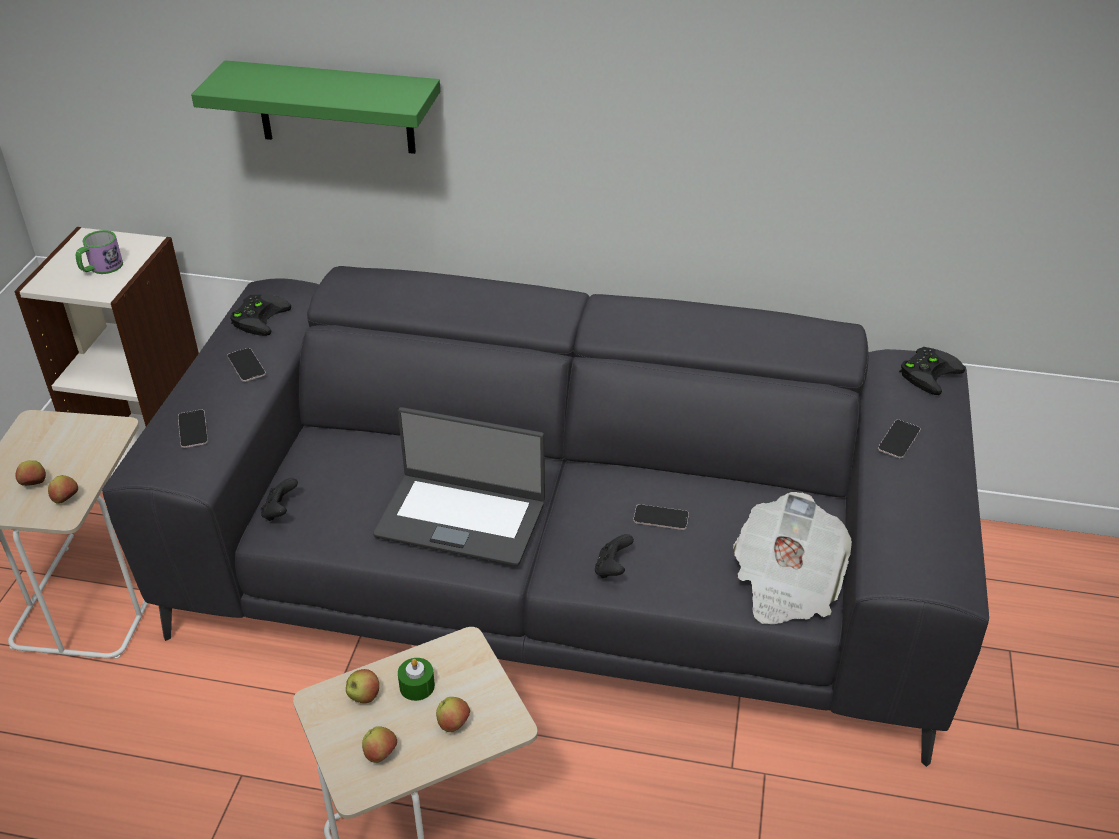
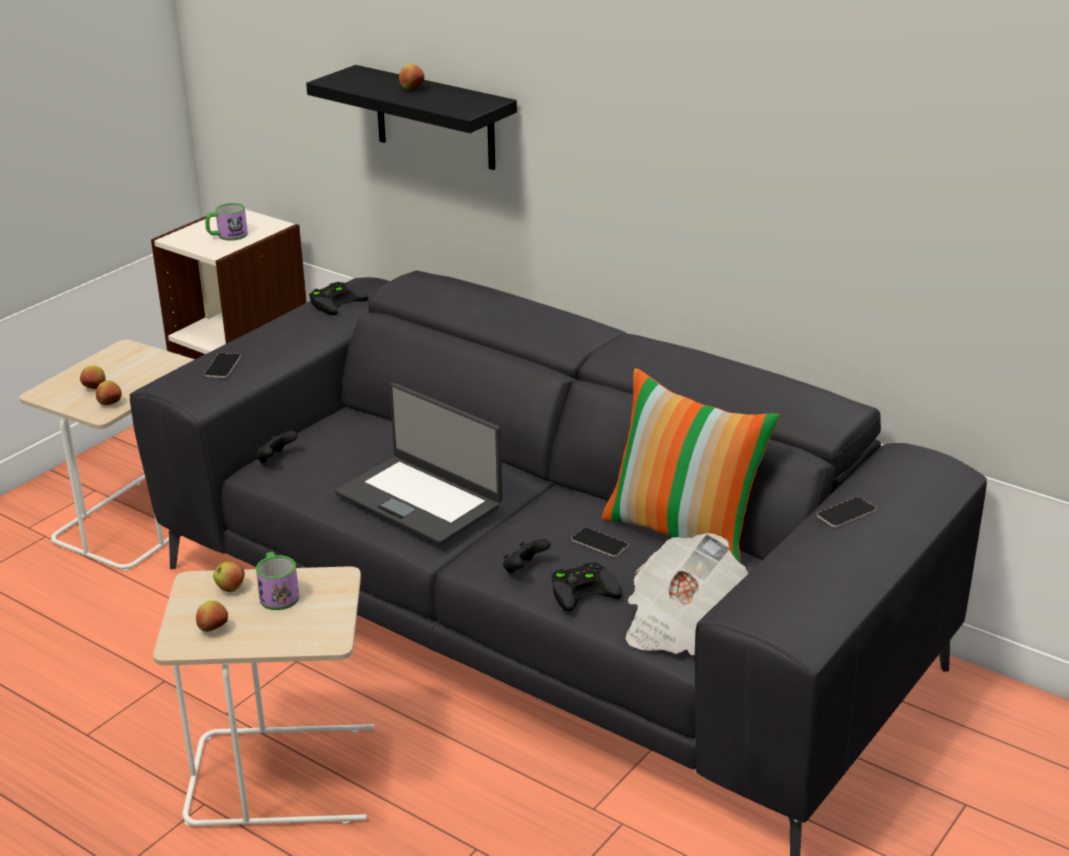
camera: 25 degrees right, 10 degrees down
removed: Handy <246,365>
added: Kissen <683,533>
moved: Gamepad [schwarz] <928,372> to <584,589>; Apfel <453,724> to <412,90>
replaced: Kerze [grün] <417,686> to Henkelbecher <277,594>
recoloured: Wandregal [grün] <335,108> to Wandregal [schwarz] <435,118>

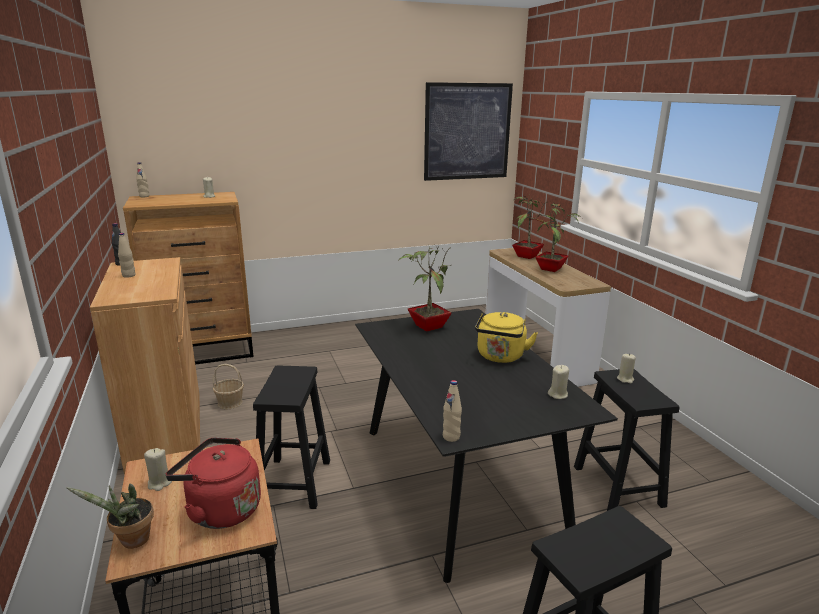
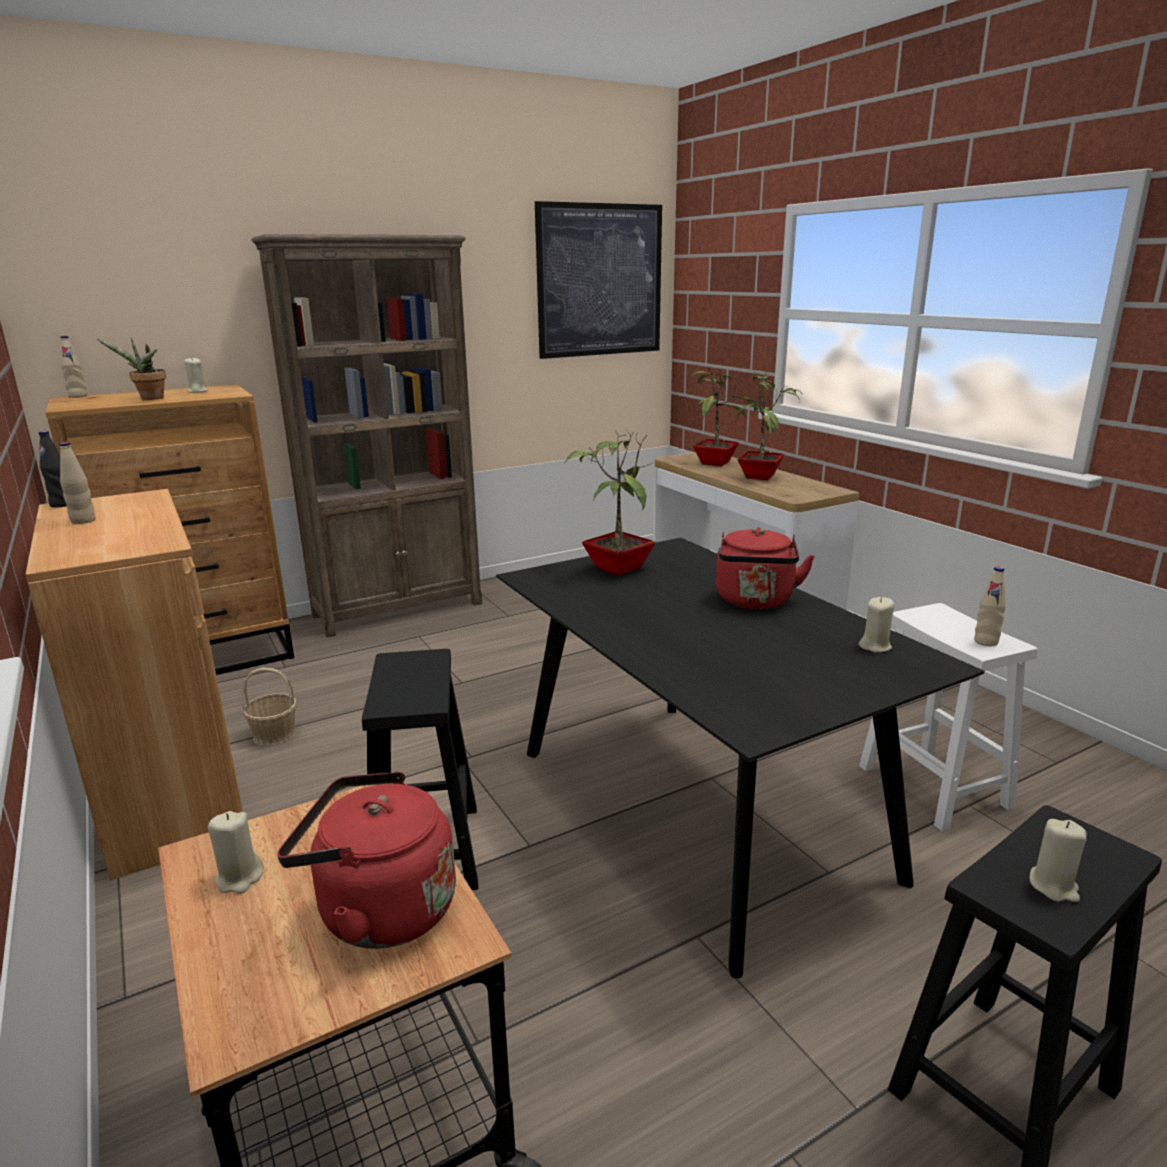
camera: 10 degrees left, 0 degrees up
added: Bücherregal [braun] <399,609>
moved: Kerze [beige] <625,379> to <1053,886>; Flasche [beige] <451,437> to <985,642>; Topfpflanze <131,541> to <149,399>
recoloured: Wasserkessel [gelb] <500,357> to Wasserkessel [rot] <755,601>; Hocker [schwarz] <619,487> to Hocker [weiß] <936,787>

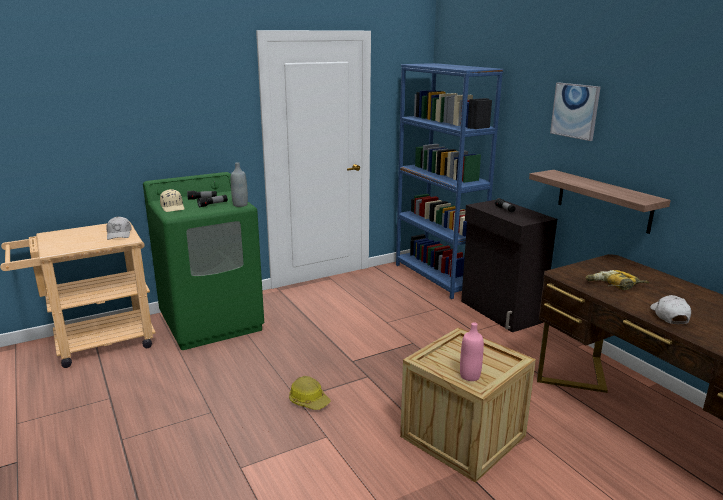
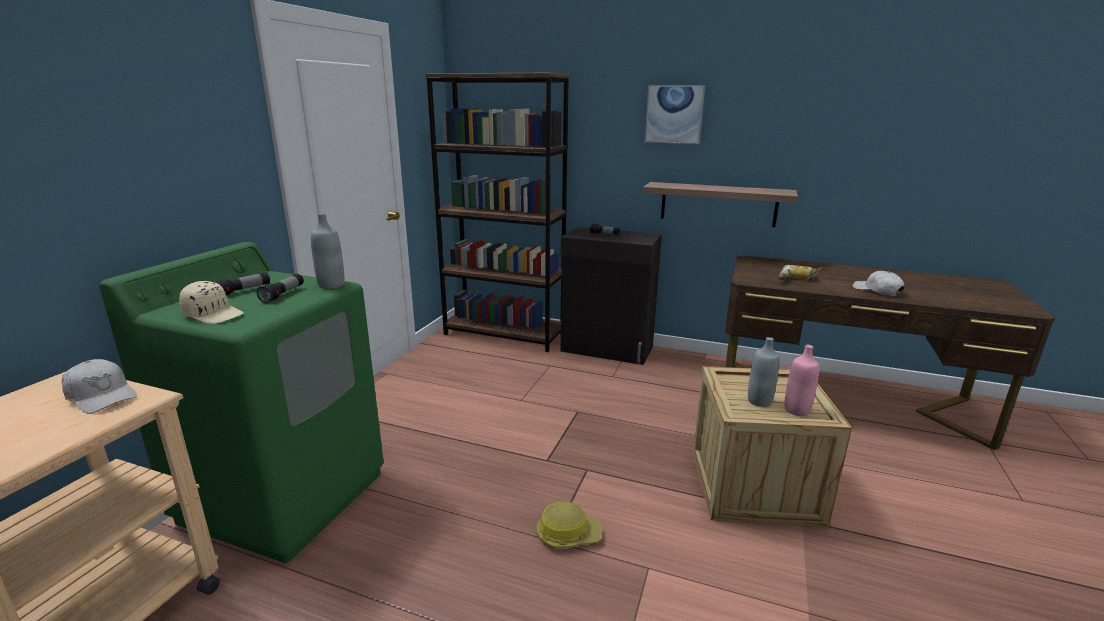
camera: 40 degrees left, 0 degrees up
added: Flasche [grau] <759,401>
recoloured: Bücherregal [blau] <437,277> to Bücherregal [braun] <504,334>

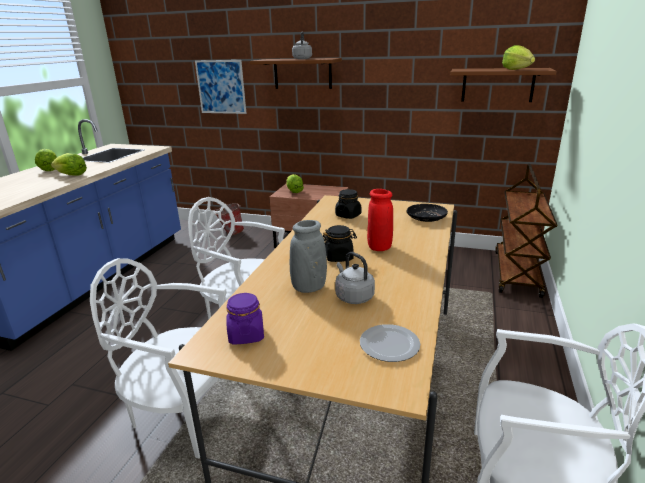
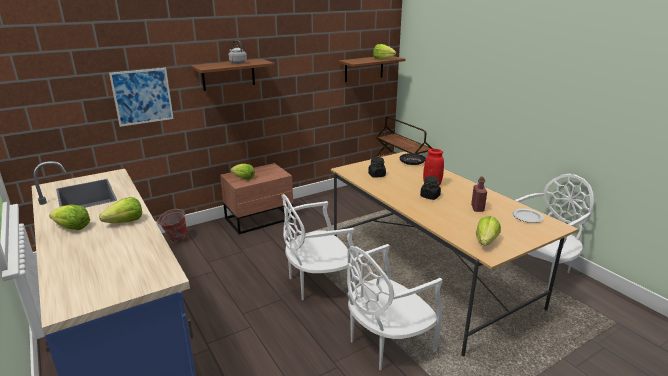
camera: 50 degrees left, 0 degrees up
removed: Vase [grau] <309,287>
replaced: Wasserkessel [grau] <353,296> to Flasche [rot] <477,208>; Vorratsglas [lila] <246,335> to Salatkopf <486,242>

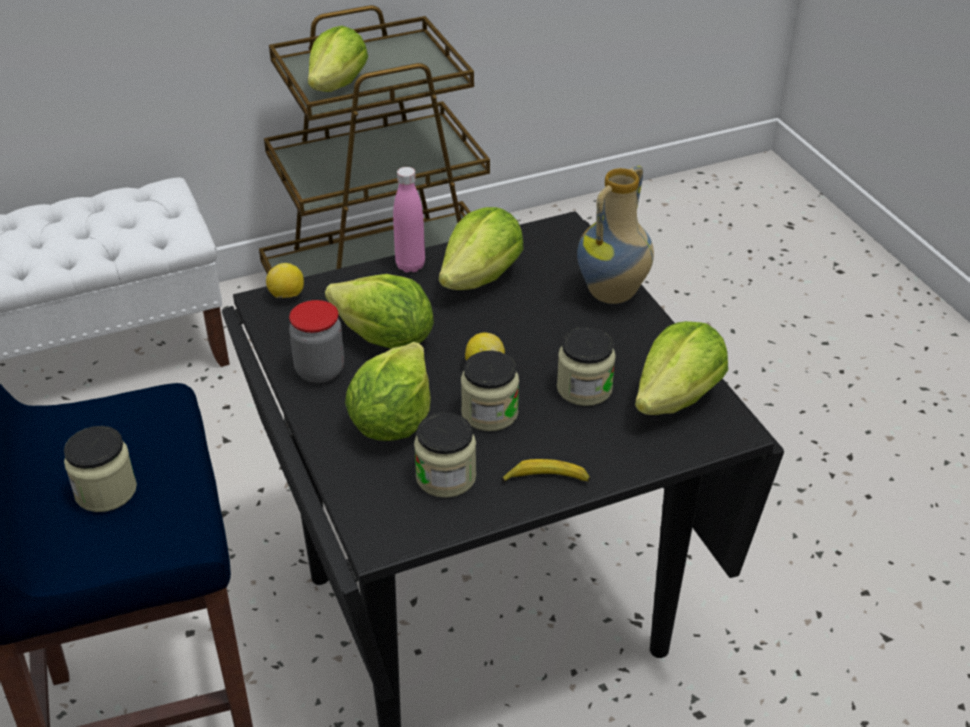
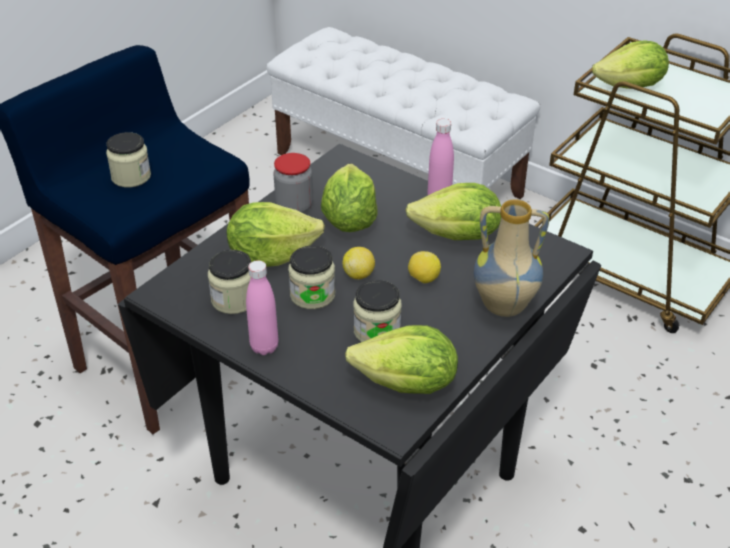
camera: 60 degrees right, 0 degrees up
moved: Zitrone <286,296> to <423,279>
replaced: Banane <546,479> to Flasche [rosa] <264,347>

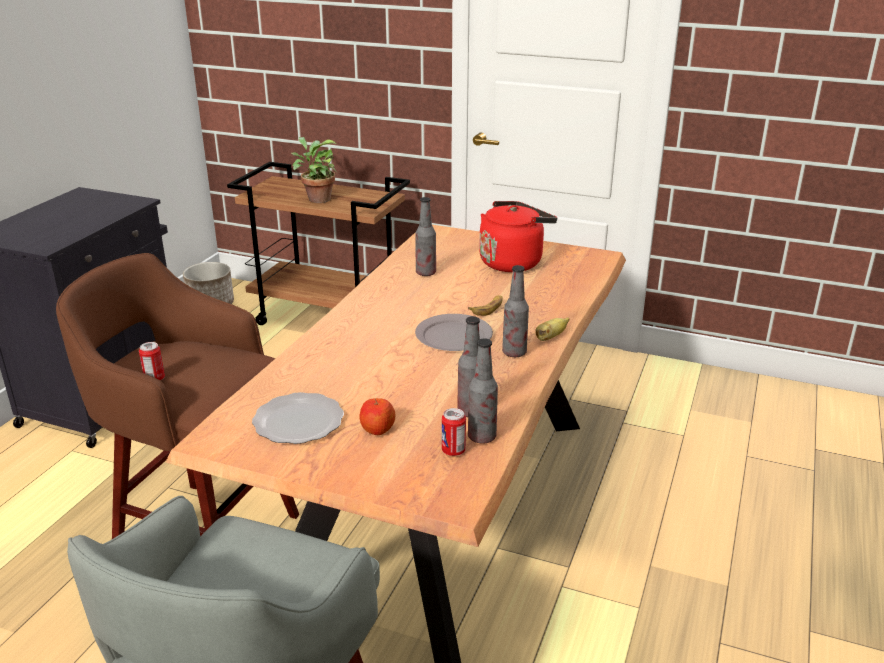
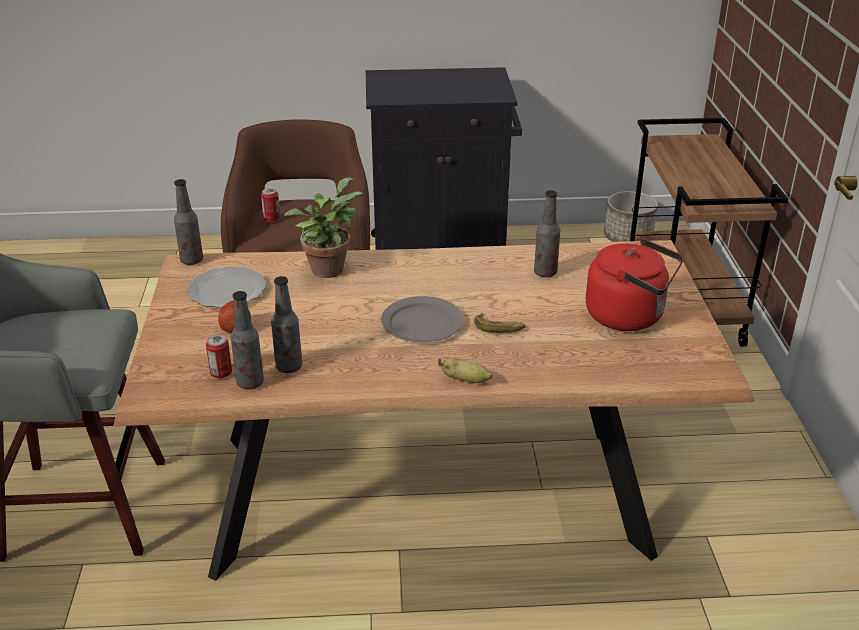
camera: 65 degrees right, 5 degrees up
moved: Topfpflanze <317,199> to <328,267>; Flasche <514,353> to <192,260>

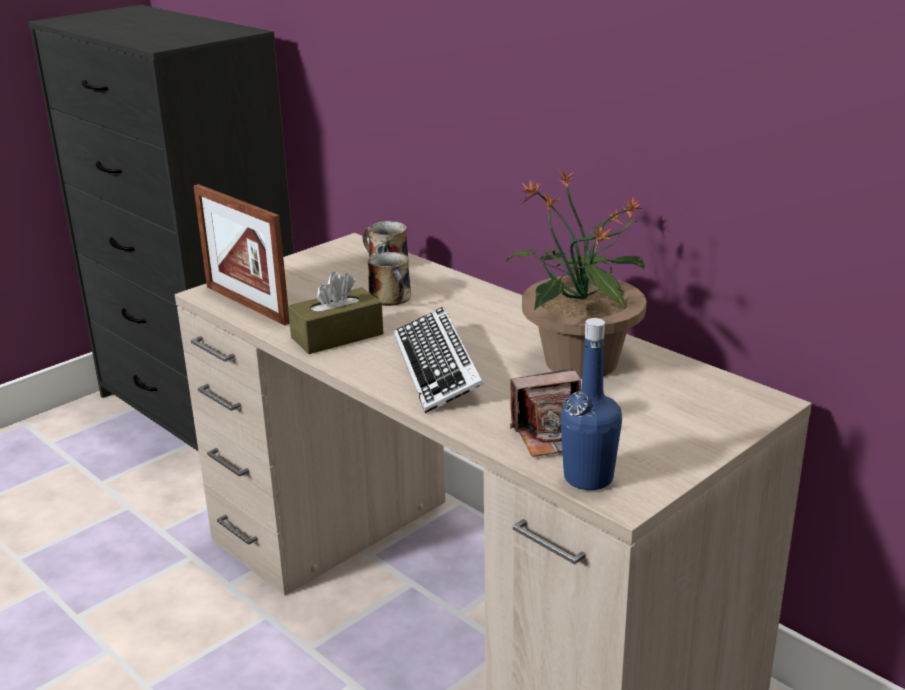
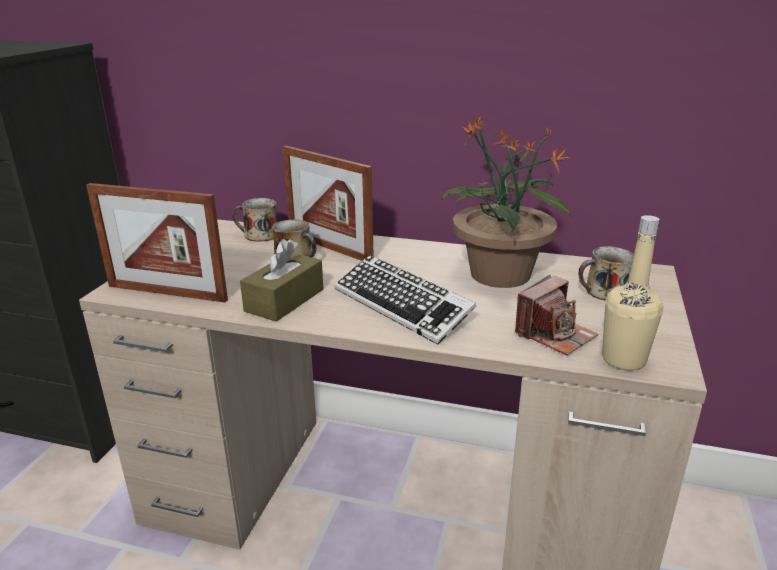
camera: 30 degrees left, 0 degrees up
added: Bilderrahmen <329,247>; Henkelbecher <604,292>
recoloured: Flasche [blau] <588,478> to Flasche [beige] <623,359>

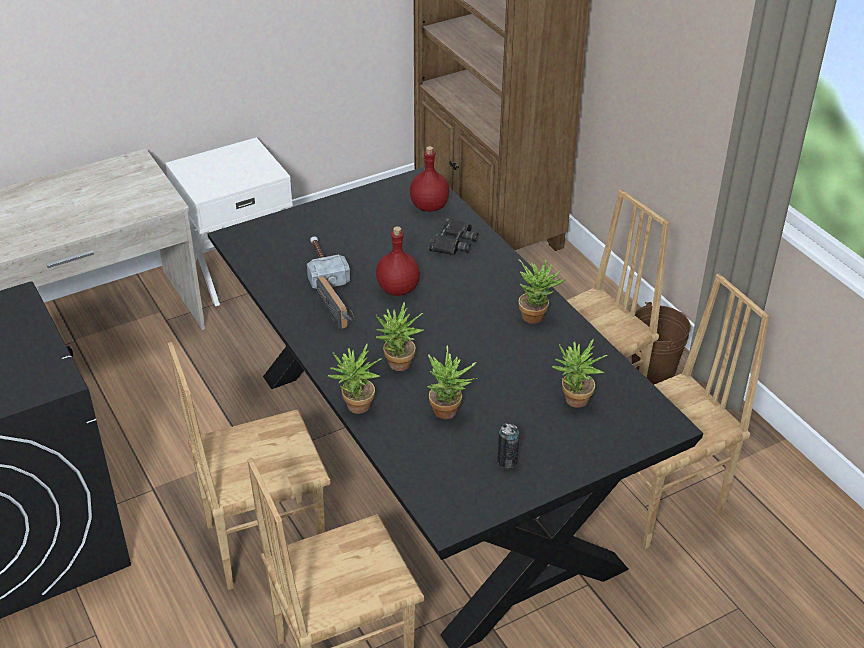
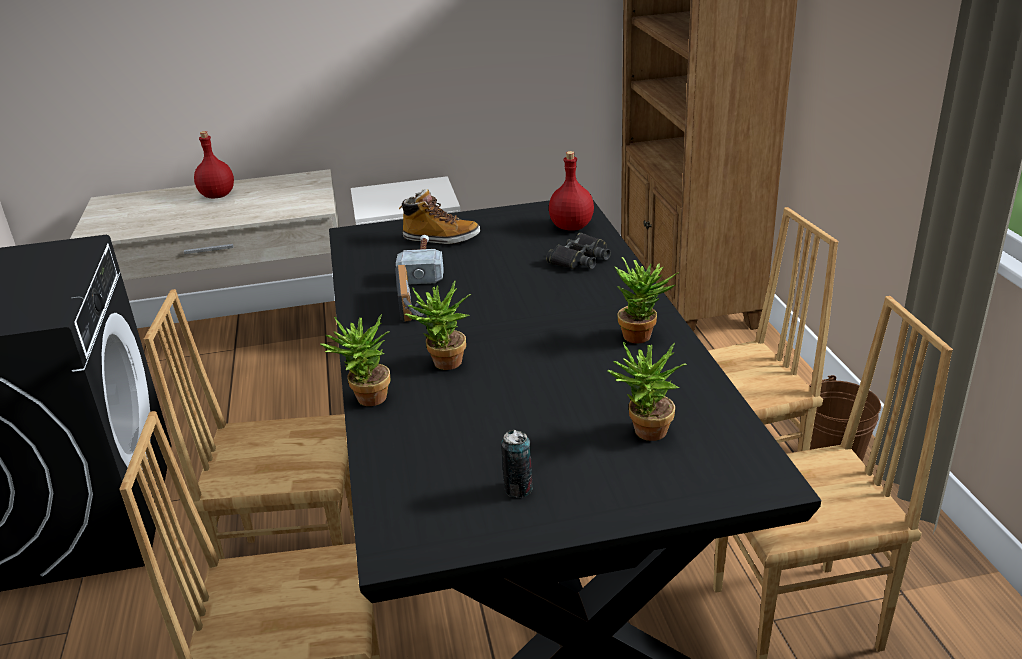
camera: 20 degrees right, 10 degrees down
removed: Topfpflanze <450,413>
added: Stiefel <441,239>
moved: Flasche [rot] <398,290> to <217,196>

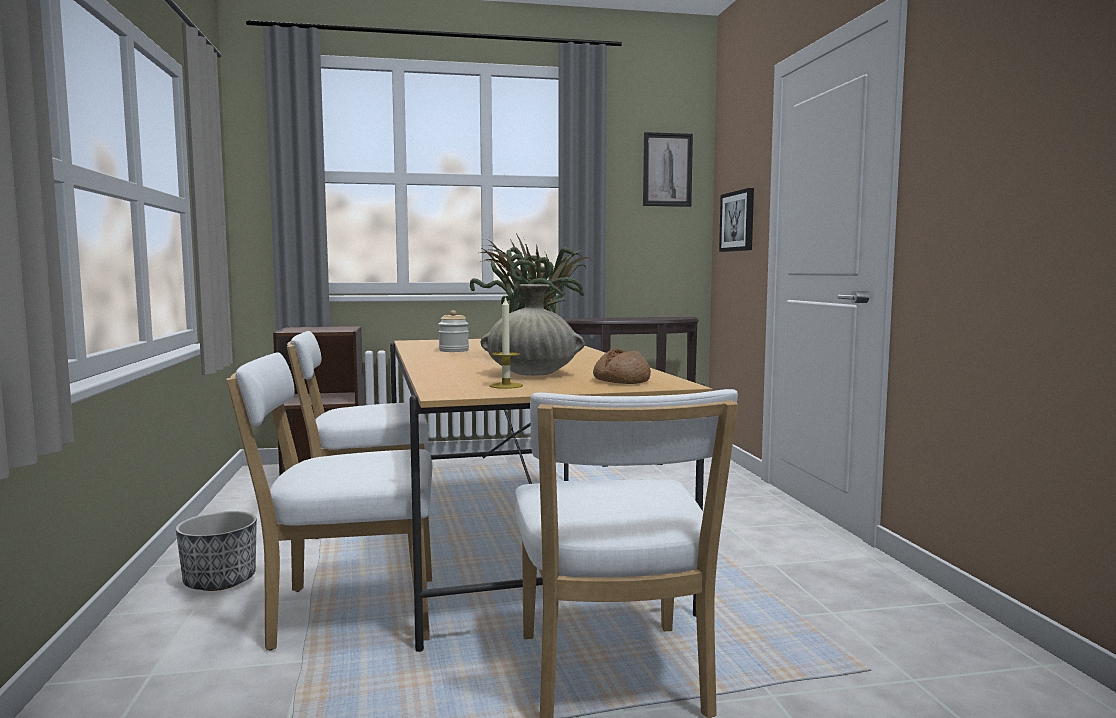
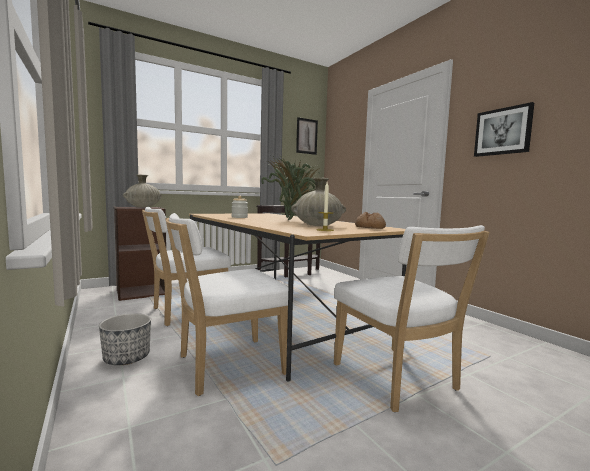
camera: 20 degrees left, 0 degrees up
added: Vase [beige] <143,207>
moved: Bild <738,221> to <503,131>

